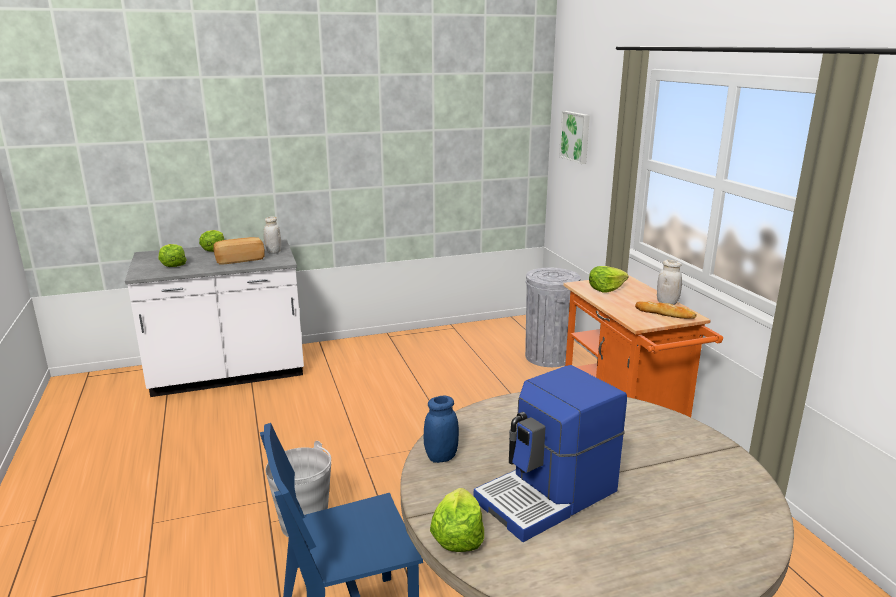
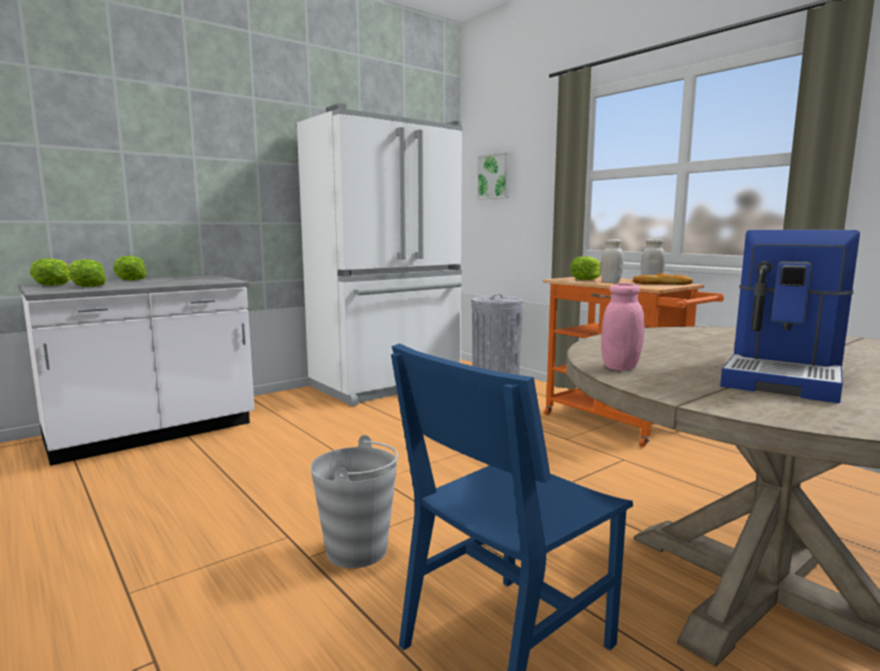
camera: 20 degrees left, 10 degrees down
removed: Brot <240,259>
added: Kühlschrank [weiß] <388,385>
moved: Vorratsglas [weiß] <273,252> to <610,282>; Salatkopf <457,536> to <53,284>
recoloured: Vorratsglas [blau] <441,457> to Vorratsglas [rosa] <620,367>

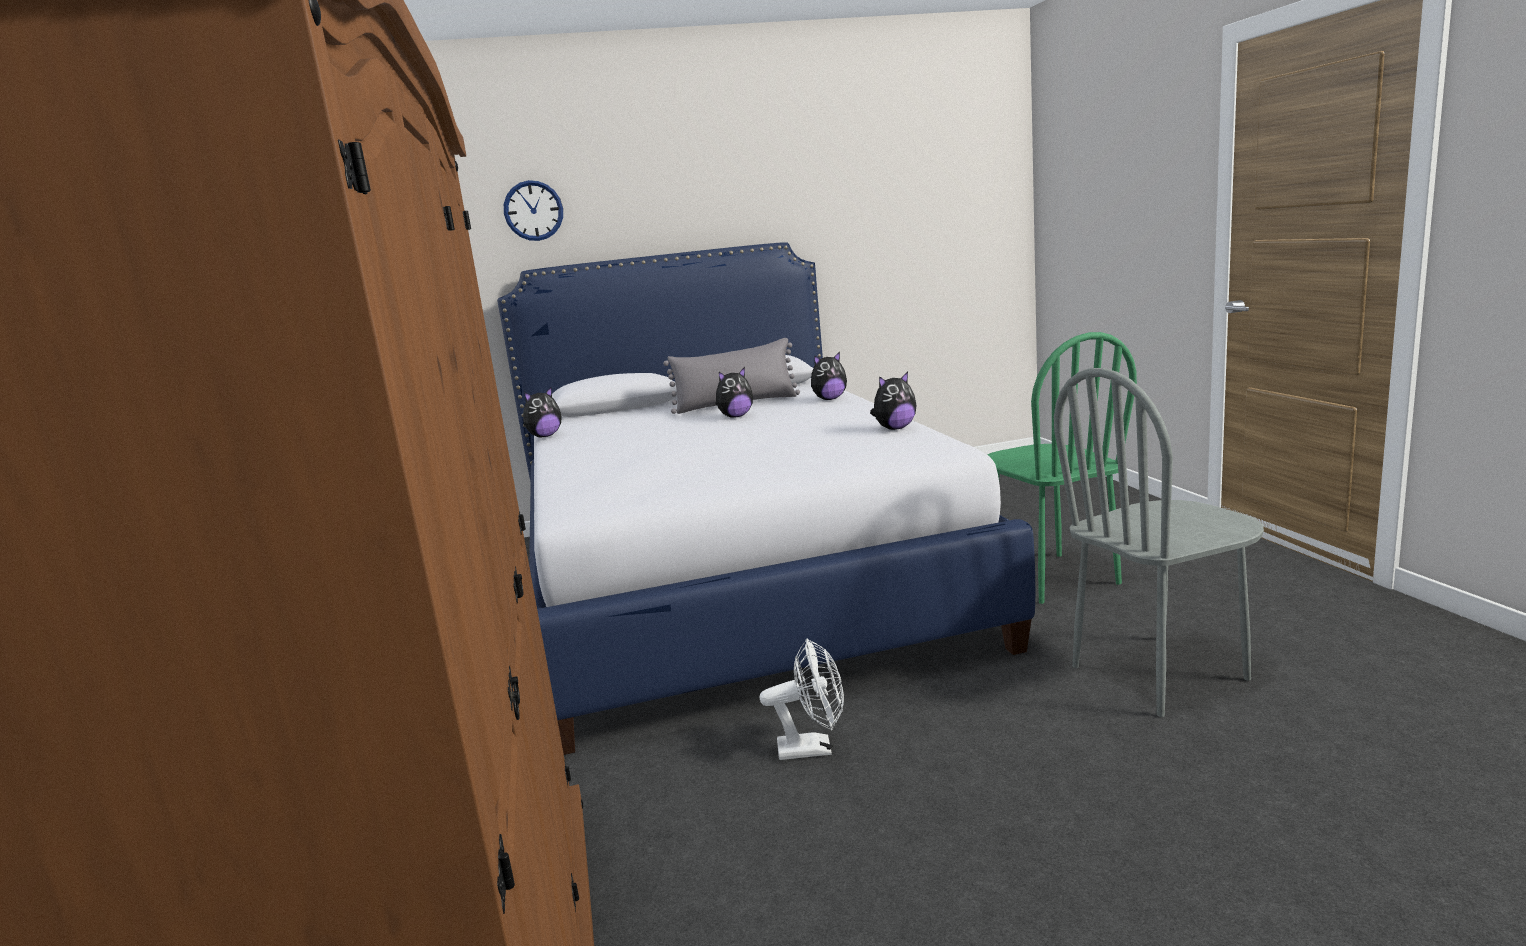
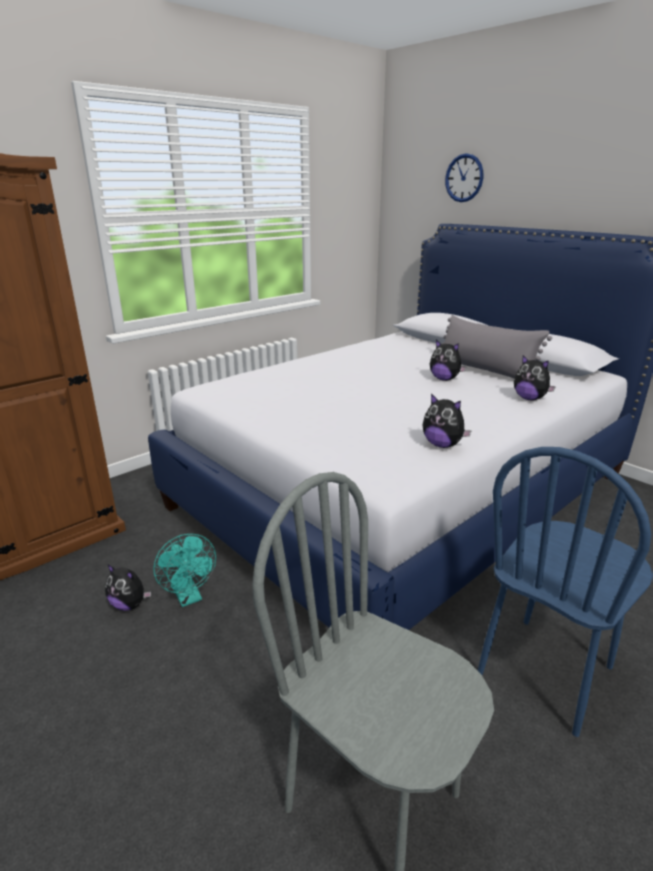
camera: 60 degrees right, 10 degrees up
moved: Plüschtier <544,436> to <129,604>
recoloured: Stuhl [grün] <1052,577> to Stuhl [blau] <546,671>; Ventilator [weiß] <813,748> to Ventilator [türkis] <189,597>

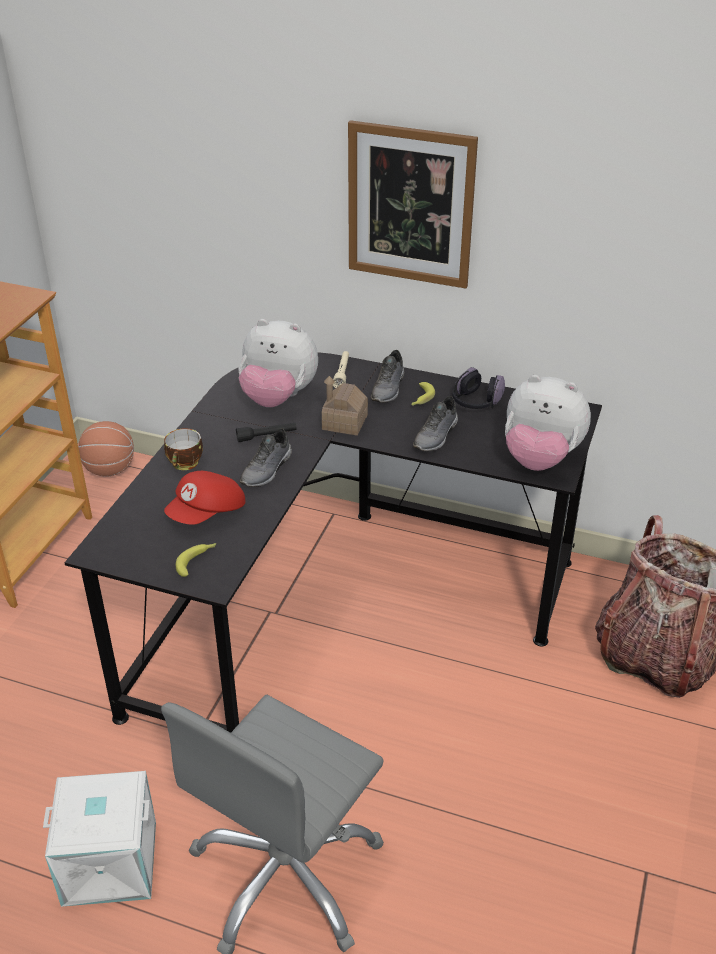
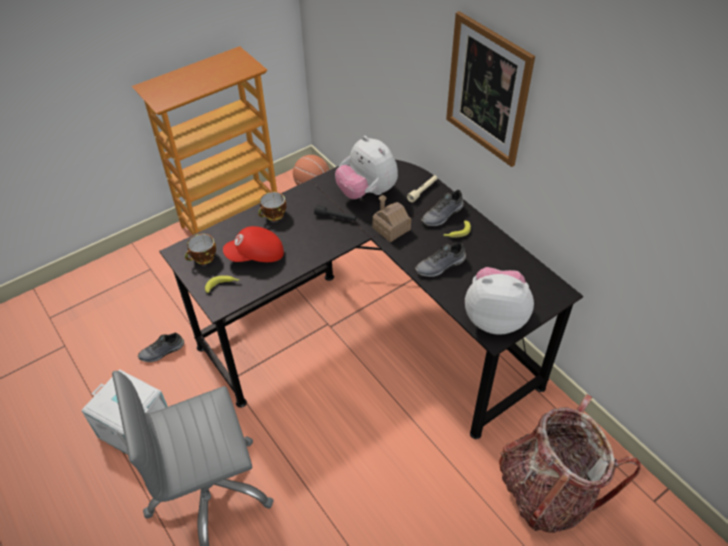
camera: 35 degrees right, 10 degrees up
removed: Kopfhörer <475,402>
added: Tasse <203,259>
moved: Schuh [grau] <267,470> to <162,352>
turned: Plüschtier <540,459> = <495,317> 135 degrees clockwise

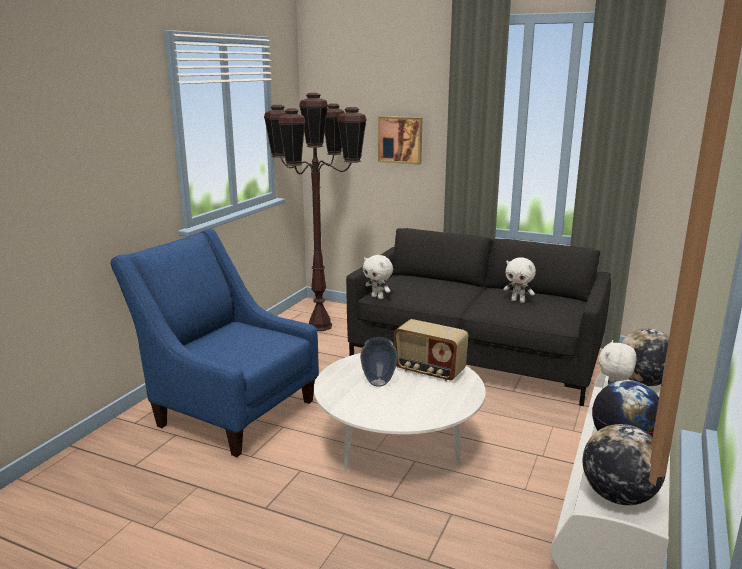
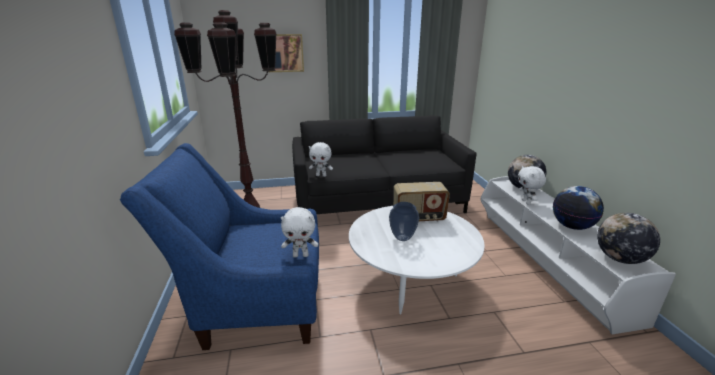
camera: 35 degrees left, 5 degrees up
moved: Plüschtier [weiß] <518,301> to <301,255>

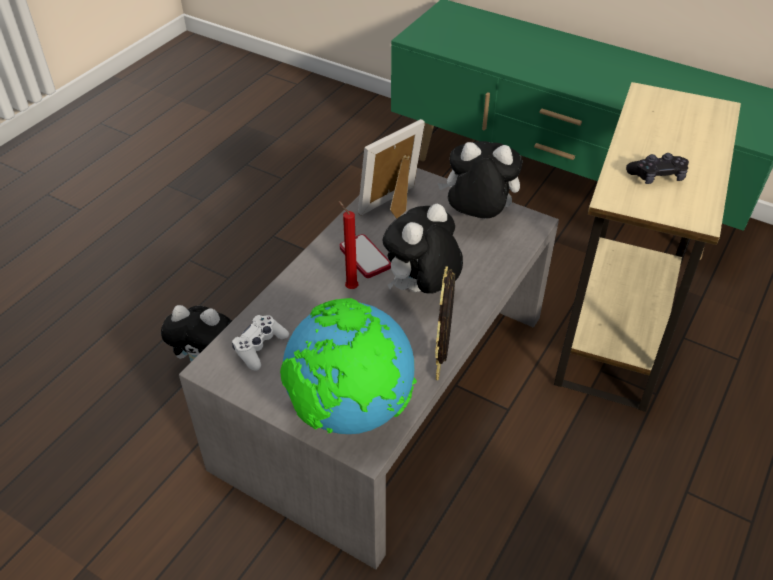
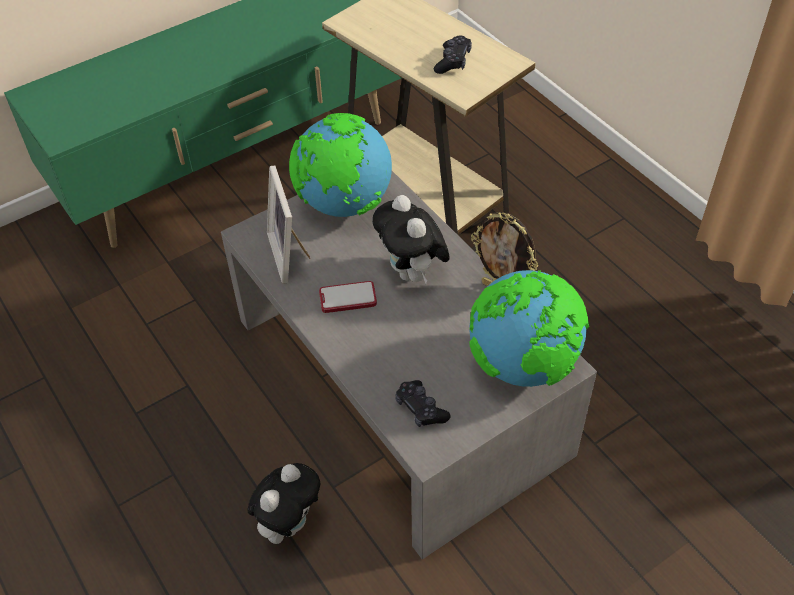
camera: 65 degrees left, 5 degrees up
removed: Kerze [rot] <350,287>
replaced: Plüschtier <477,218> to Globus <343,205>
recoloured: Gamepad [weiß] <260,347> to Gamepad [schwarz] <421,409>

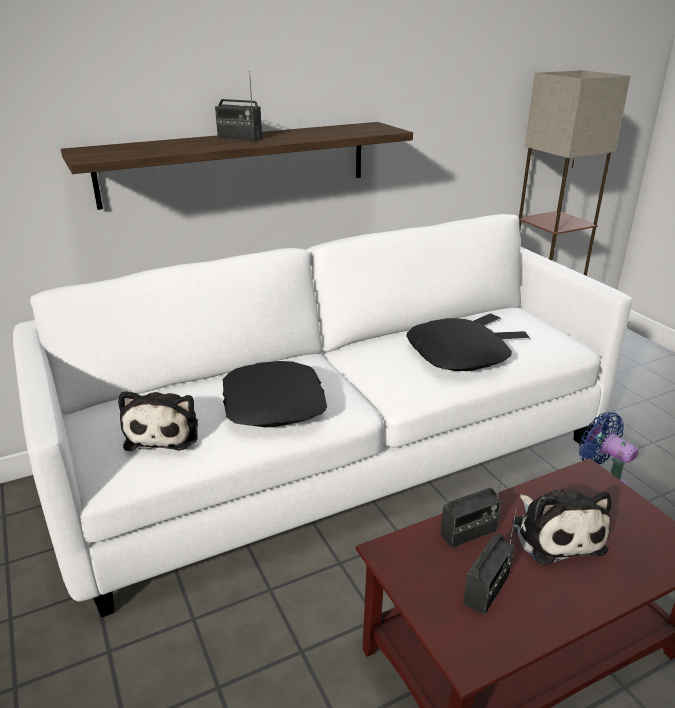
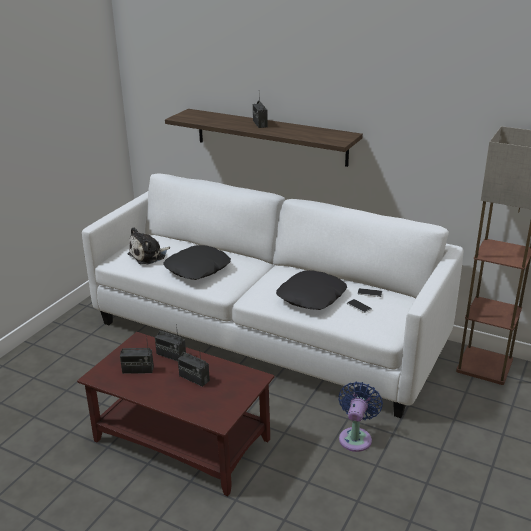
camera: 55 degrees right, 0 degrees up
replaced: Plüschtier <555,533> to Radio <194,378>

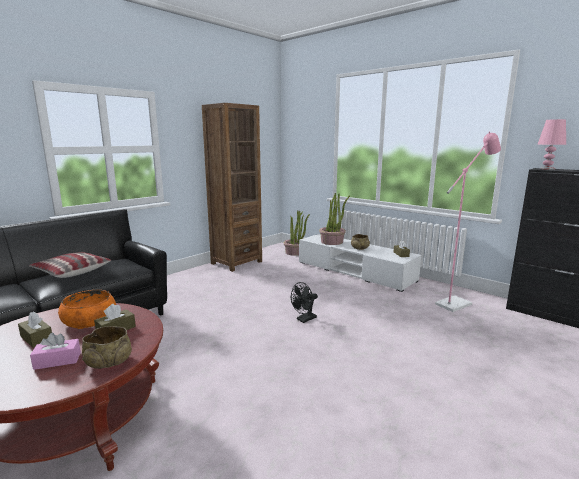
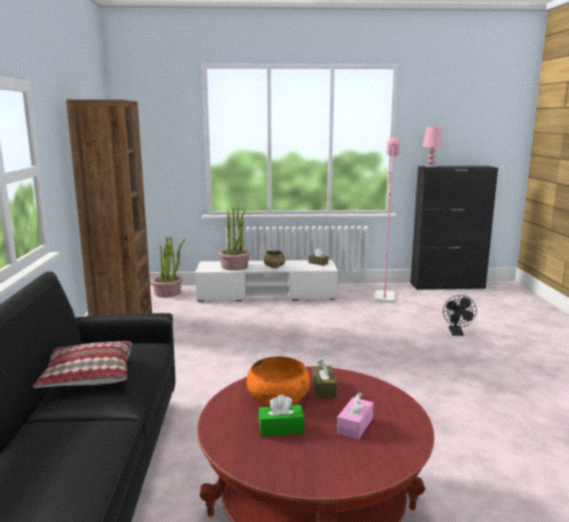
camera: 45 degrees left, 0 degrees up
removed: Schüssel [beige] <109,362>
moved: Ventilator [schwarz] <304,319> to <457,333>
recoloured: Taschentuchbox [braun] <36,338> to Taschentuchbox [grün] <281,428>

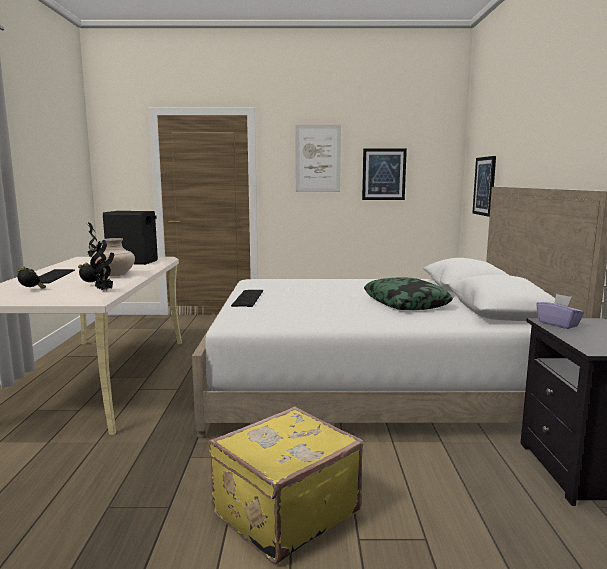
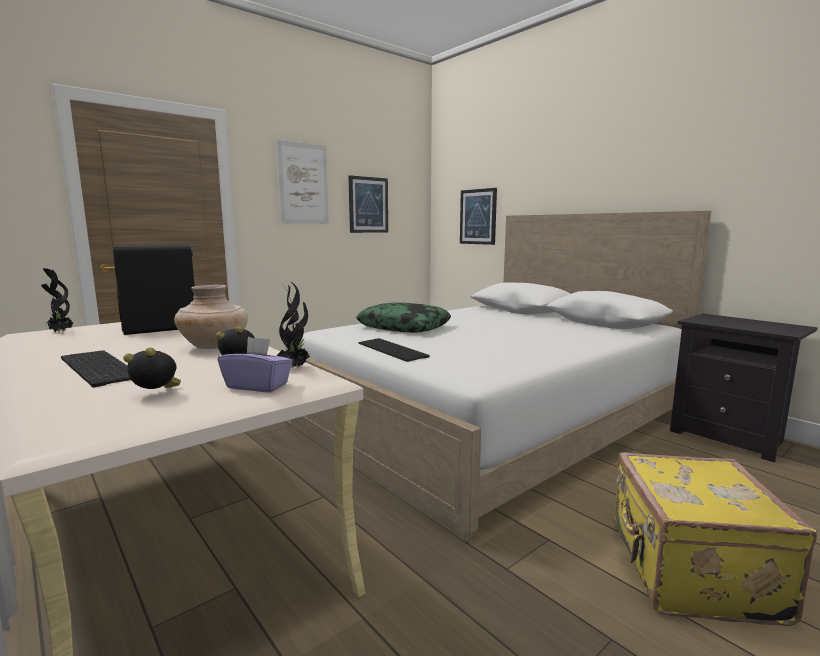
camera: 40 degrees left, 0 degrees up
moved: Kissen <406,303> to <404,327>; Taschentuchbox [lila] <558,324> to <258,386>

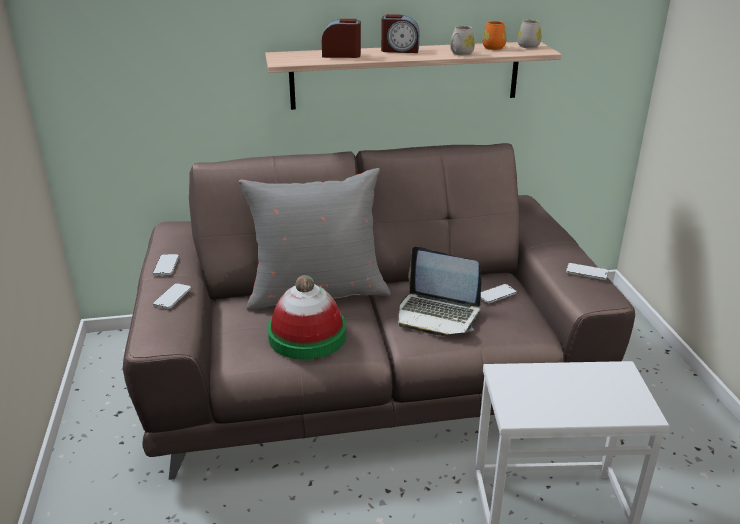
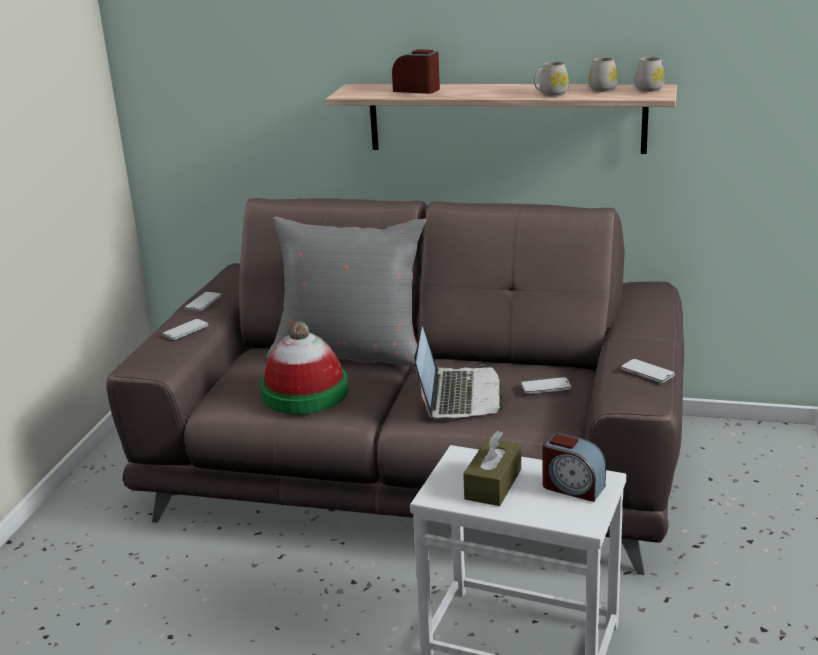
camera: 25 degrees right, 5 degrees down
added: Taschentuchbox [braun] <493,484>
moved: Wecker <400,50> to <572,487>
recoloured: Henkelbecher [orange] <493,47> to Henkelbecher [weiß] <604,88>
turned: Laptop <437,314> = <458,395> 135 degrees counterclockwise

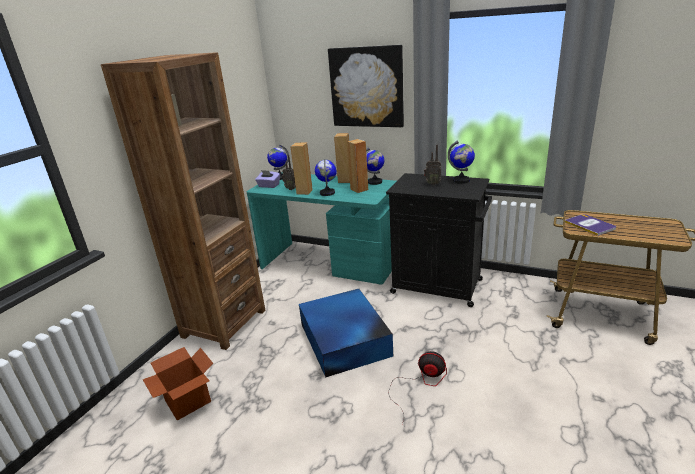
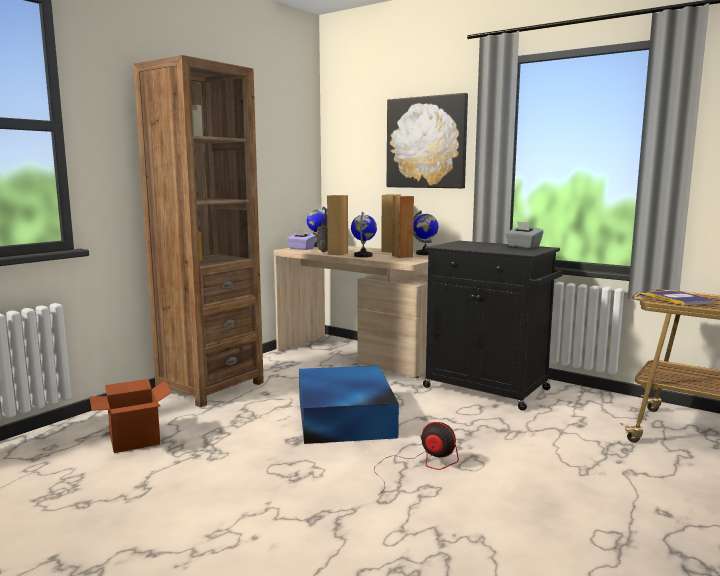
camera: 10 degrees right, 15 degrees down
removed: Radio <432,184>
replaced: Globus <461,180> to Taschentuchbox [grau] <523,246>
recoloured: Schreibtisch [türkis] <330,263> to Schreibtisch [beige] <361,356>

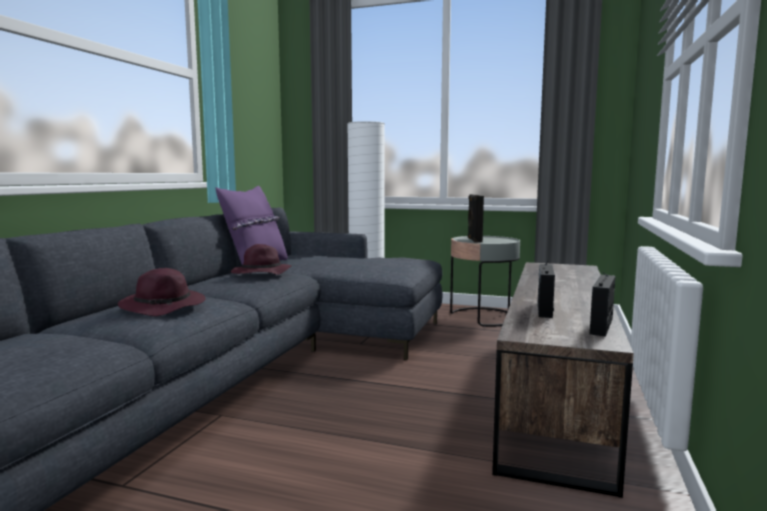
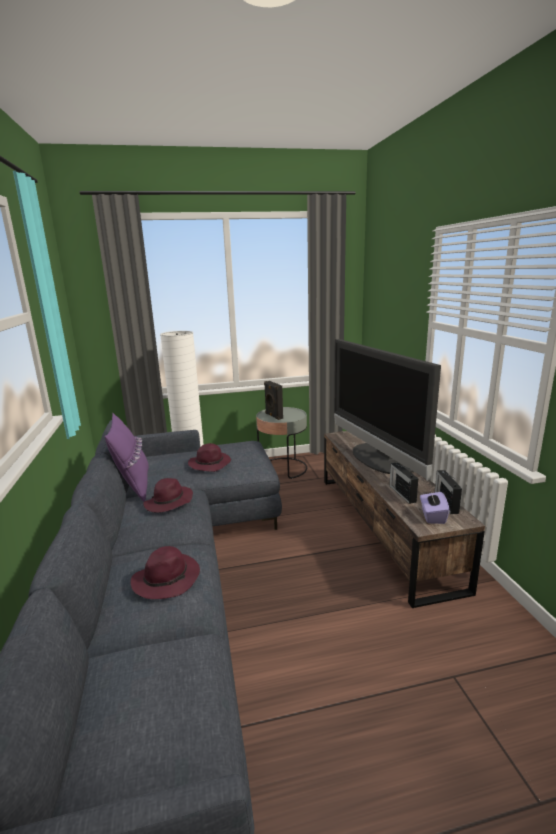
camera: 30 degrees left, 10 degrees up
added: Fernseher <377,459>; Hut [lila] <210,464>; Taschentuchbox [lila] <432,516>

